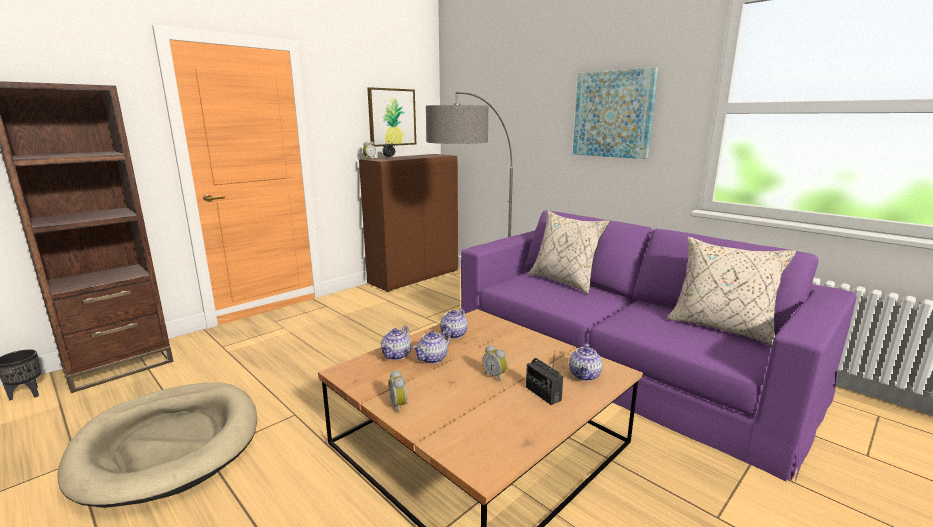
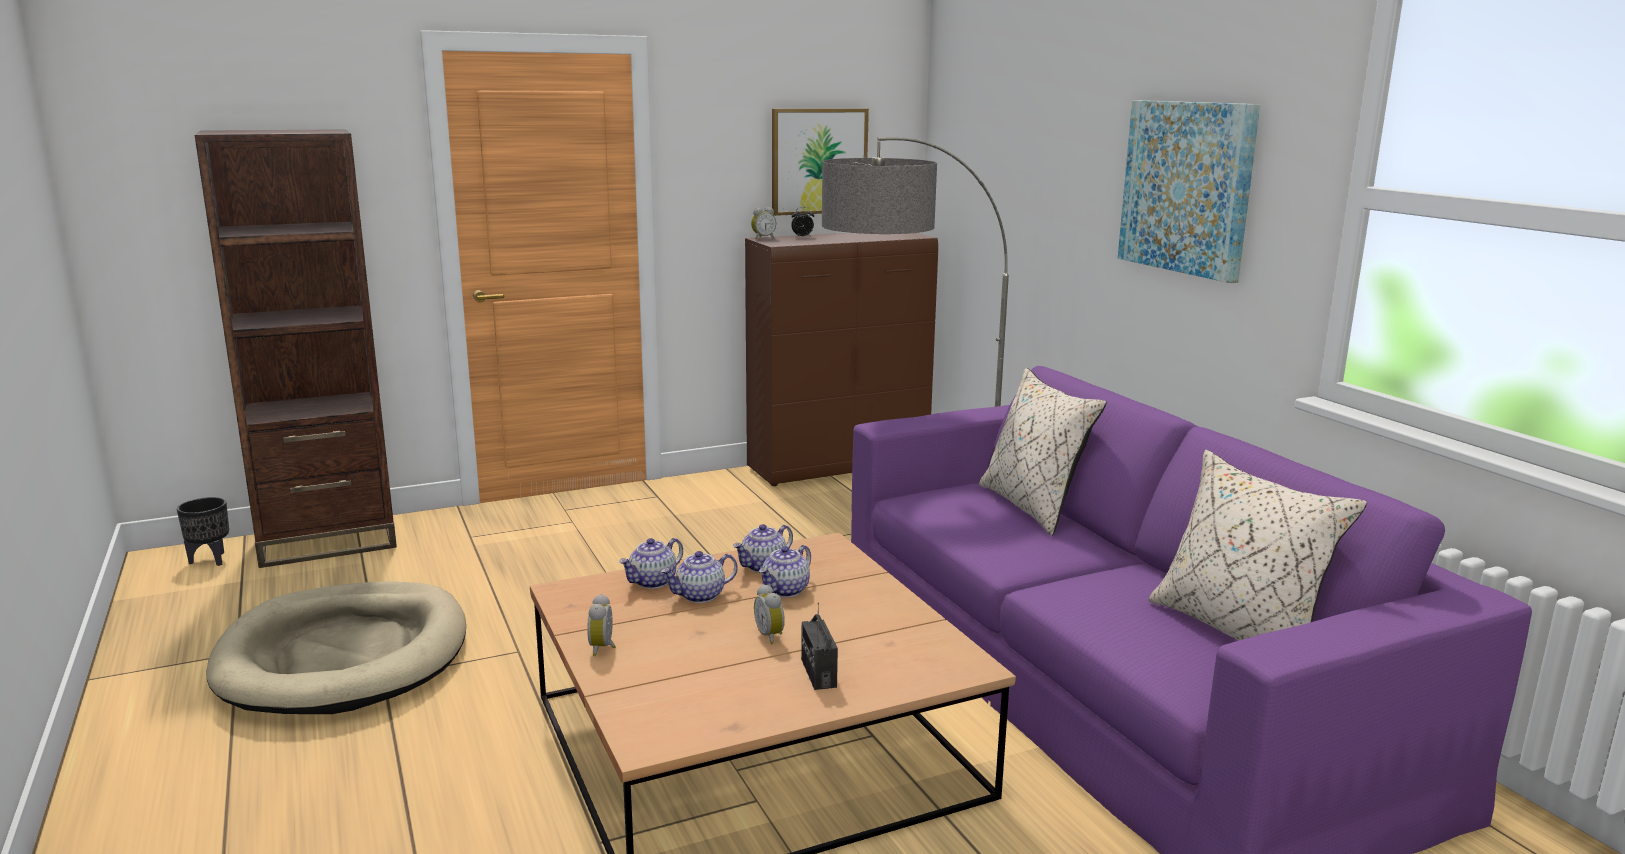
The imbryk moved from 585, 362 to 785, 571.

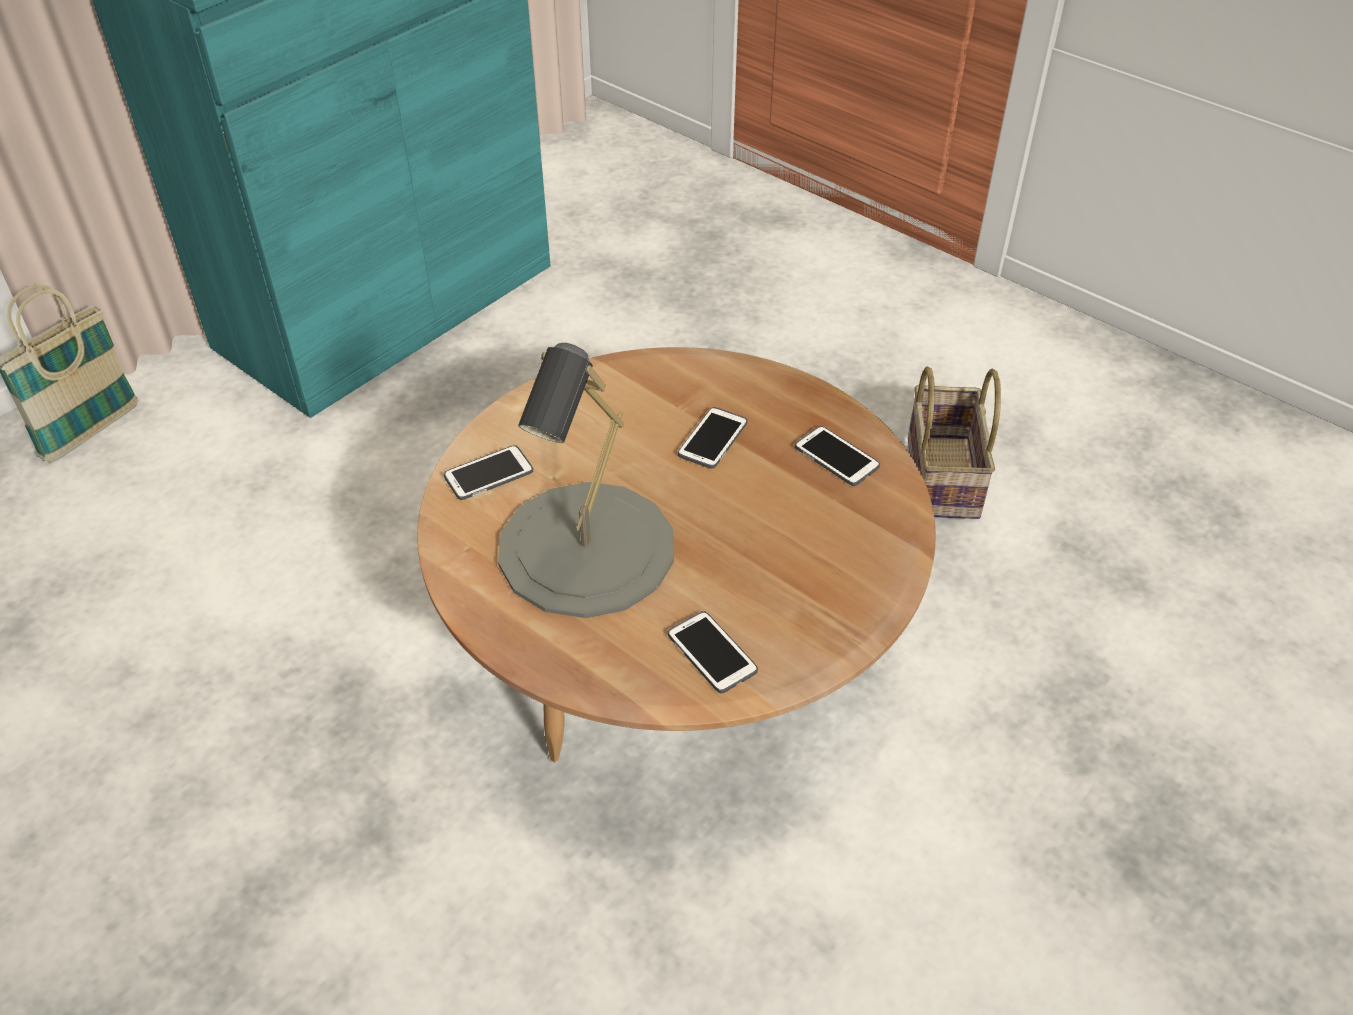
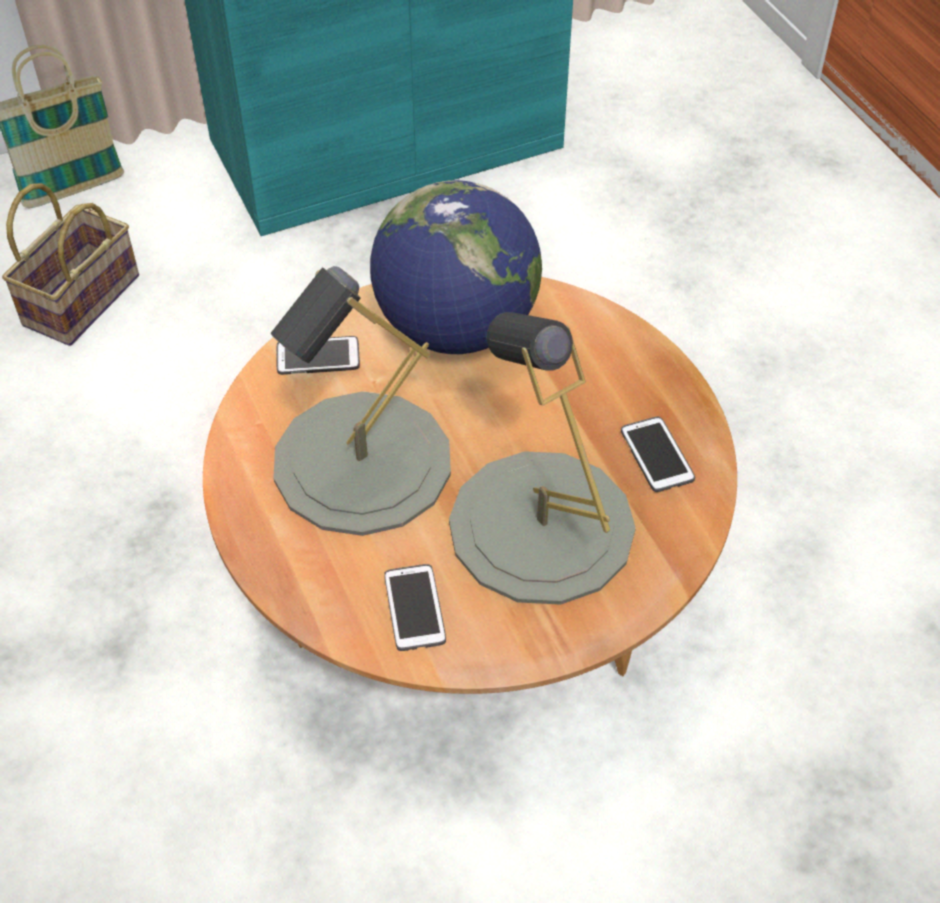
The telefon at 712, 438 disappeared.
The koszyk moved from 954, 443 to 70, 264.
The globus at 456, 267 appeared.
The lampa stołowa/szary at 542, 458 appeared.

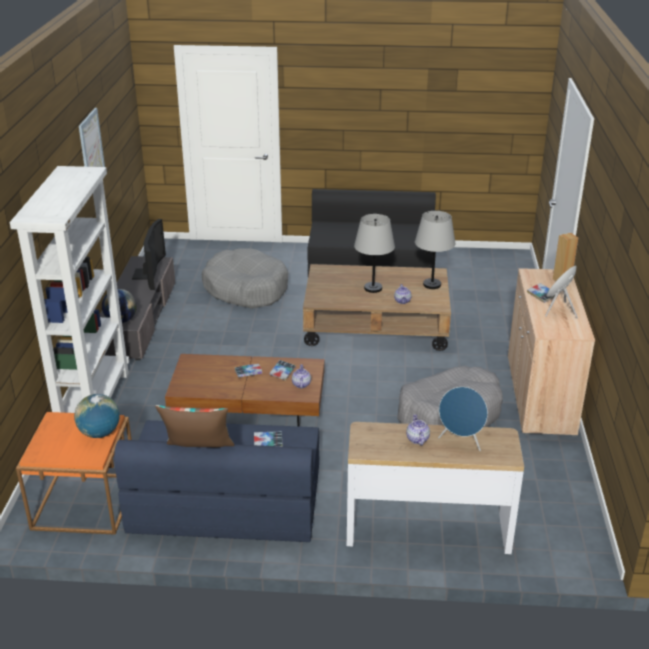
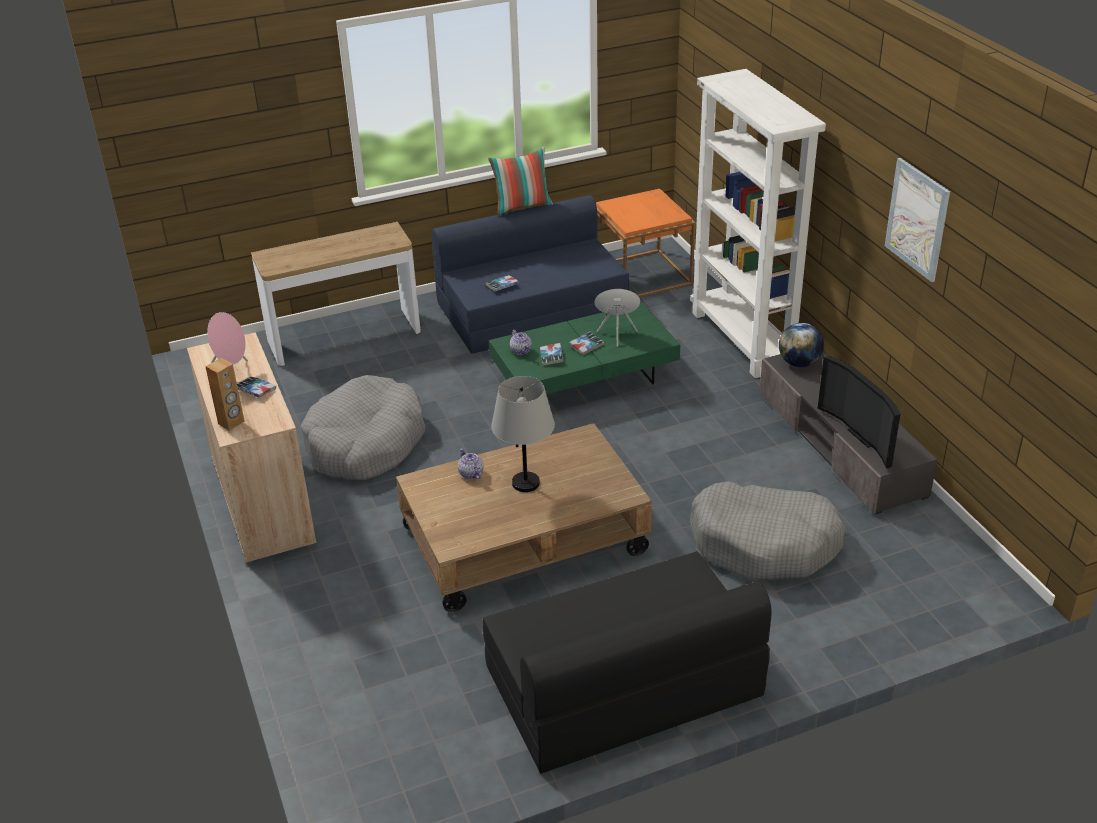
The globus at 97, 416 disappeared.
The ława/brązowy at 244, 390 became the ława/zielony at 584, 348.
The imbryk at 418, 429 disappeared.
The lampa stołowa/szary at 435, 250 disappeared.
The głośnik/niebieski moved from 463, 419 to 617, 318.

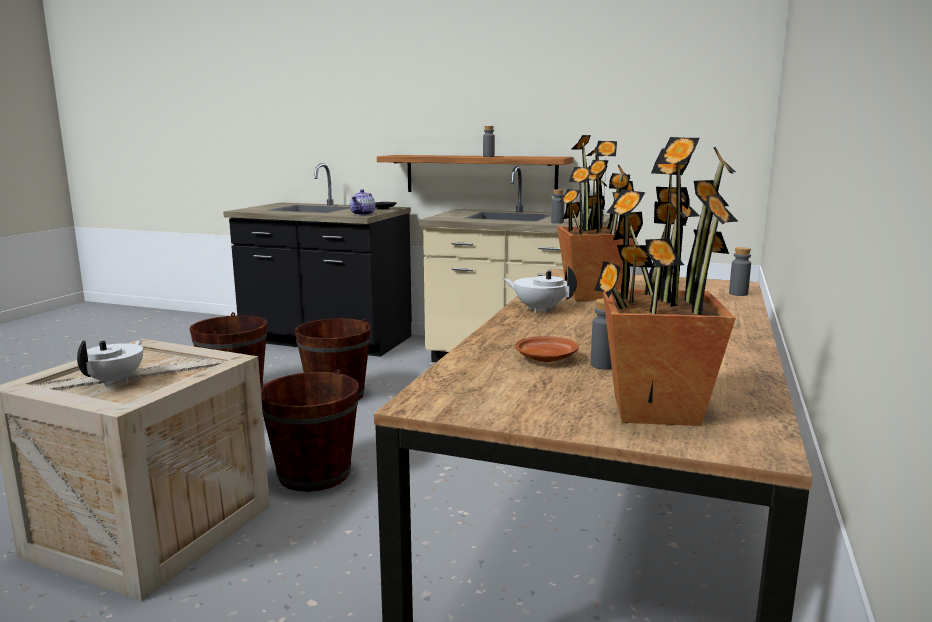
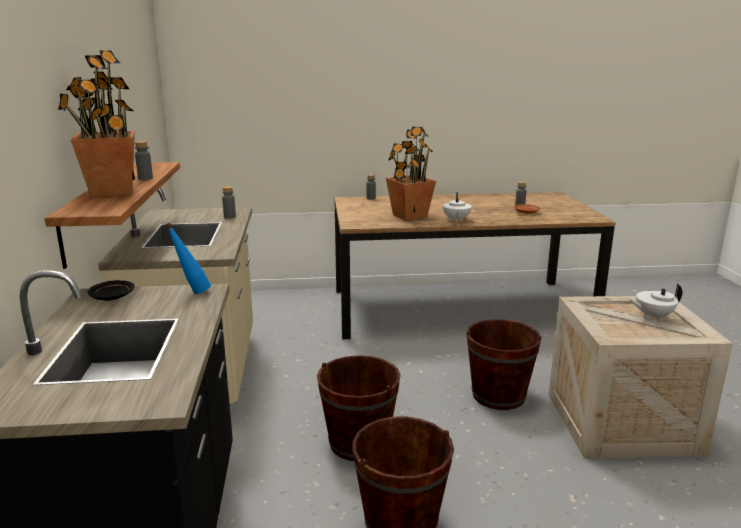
The imbryk at 362, 202 was replaced by the butelka/niebieski at 188, 258.
The roślina doniczkowa moved from 666, 281 to 96, 123.

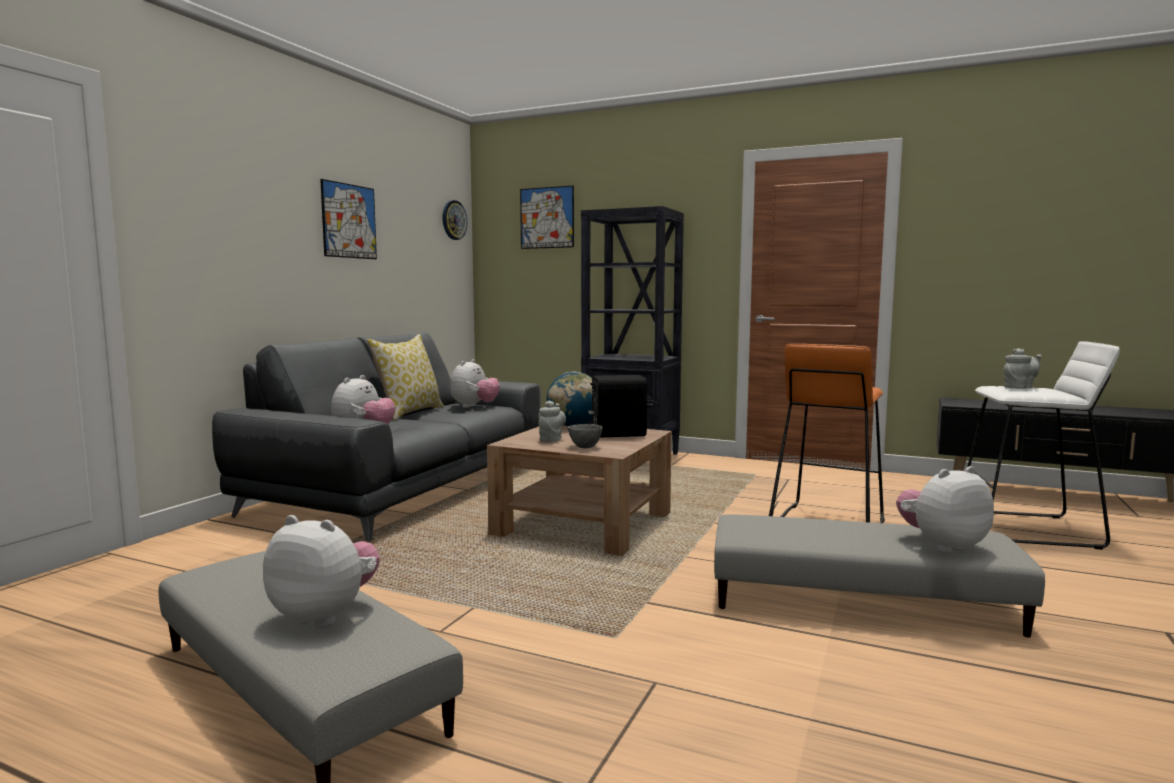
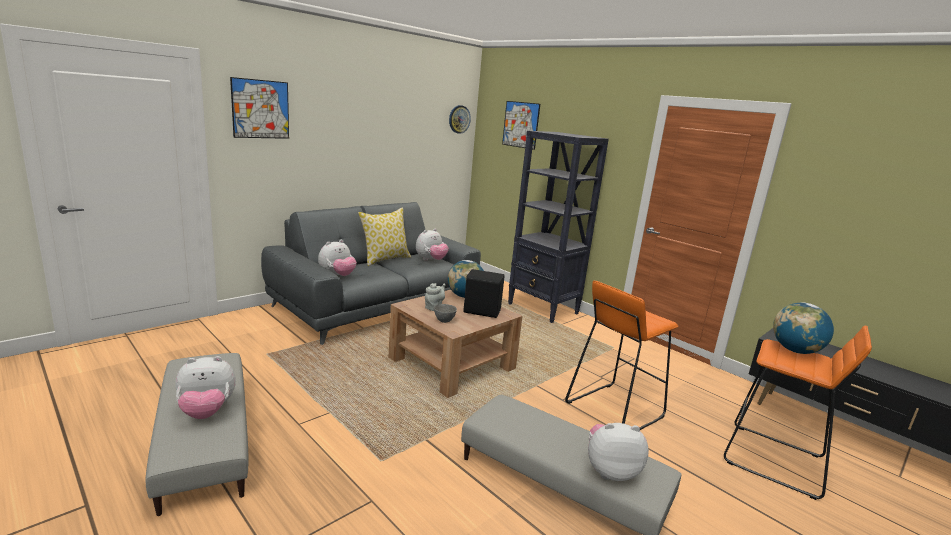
The pluszak at 321, 571 turned 120 degrees clockwise.
The obraz moved from 348, 219 to 259, 108.
The stołek/biały at 1043, 445 became the stołek/pomarańczowy at 798, 413.
The imbryk/szary at 1022, 368 was replaced by the globus at 803, 328.

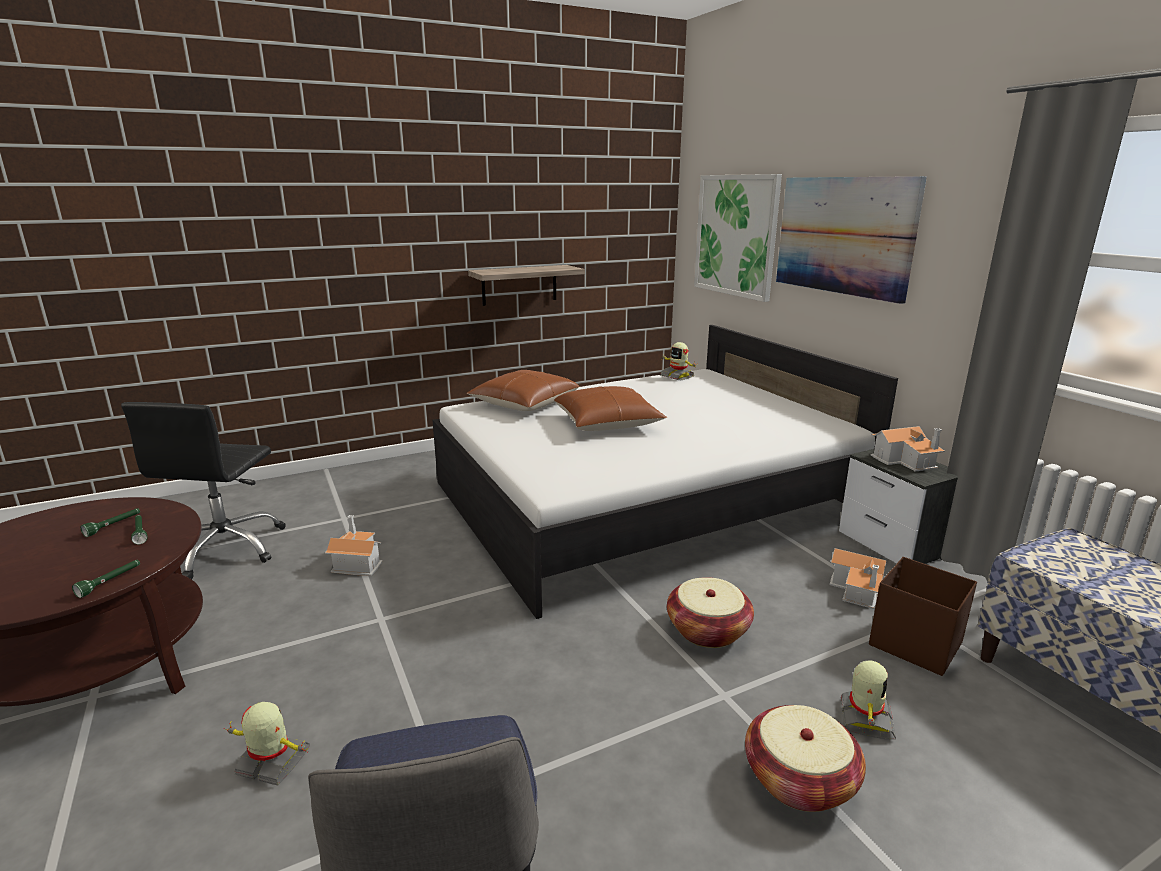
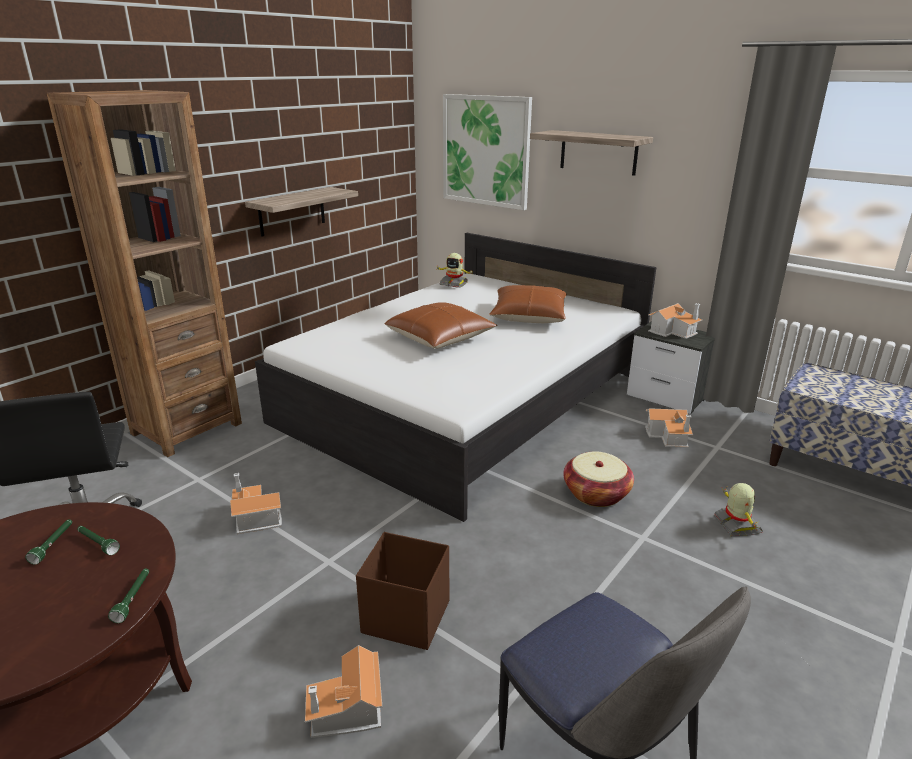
The robot zabawkowy at 266, 744 was replaced by the domek at 343, 691.
The poduszka/brązowy moved from 523, 390 to 528, 304.
The koszyk at 805, 758 disappeared.
The obraz at 851, 240 was replaced by the półka at 591, 153.
The pojemnik do przechowywania/brązowy moved from 923, 616 to 402, 591.
The regał/brązowy at 144, 273 appeared.

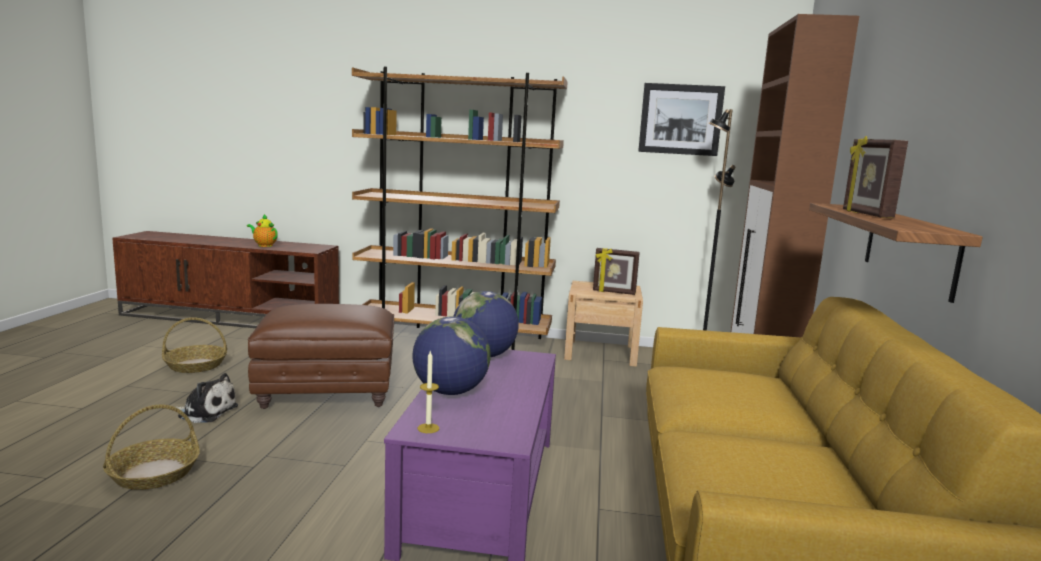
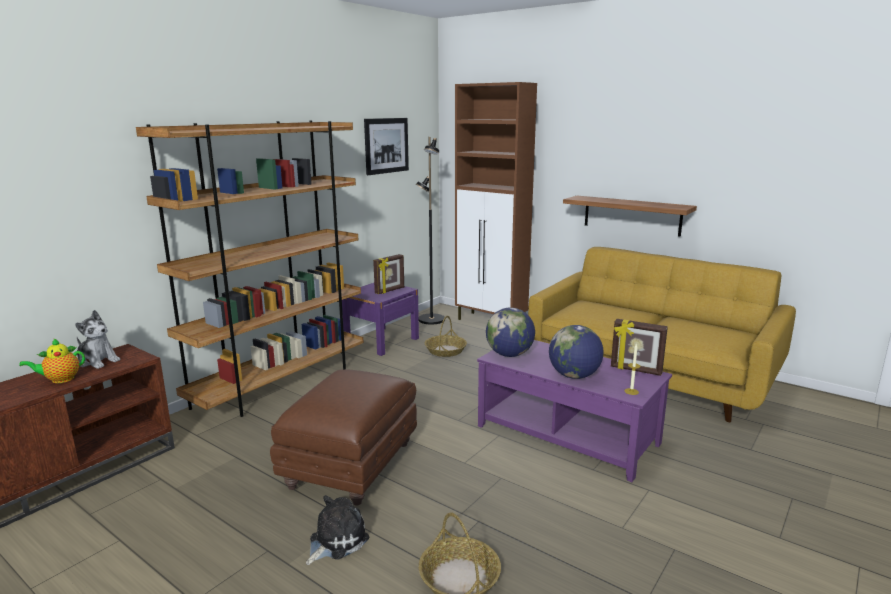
The koszyk moved from 194, 345 to 446, 336.
The szafka nocna/beżowy at 603, 324 became the szafka nocna/fioletowy at 380, 319.
The ramka na zdjęcie moved from 875, 177 to 639, 347.
The pluszak at 98, 339 appeared.

